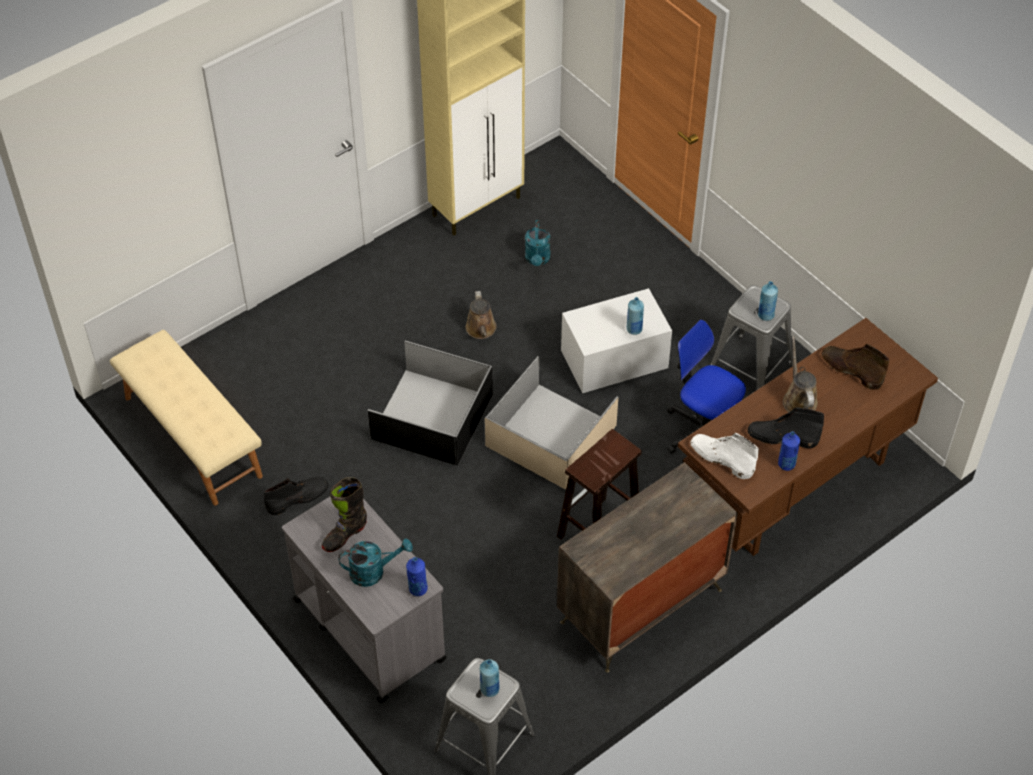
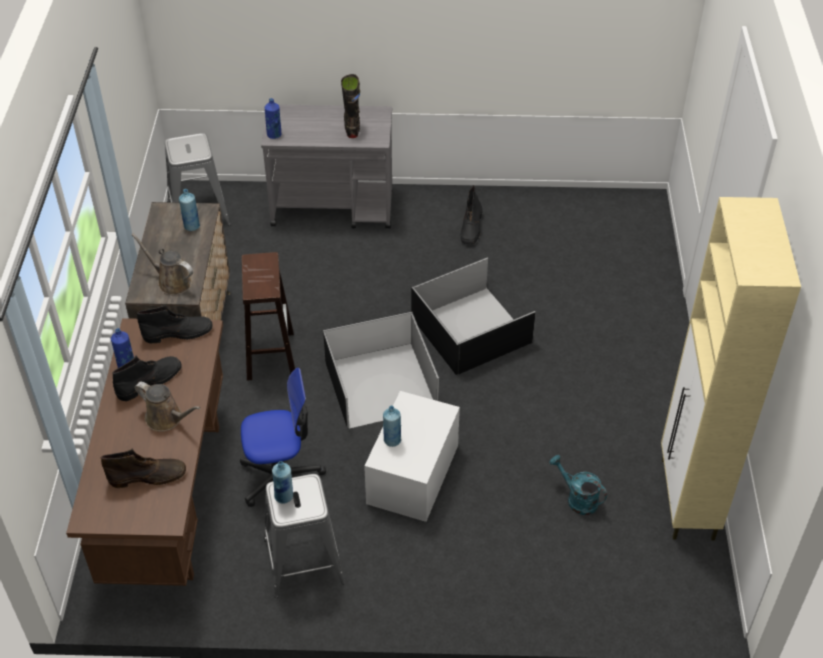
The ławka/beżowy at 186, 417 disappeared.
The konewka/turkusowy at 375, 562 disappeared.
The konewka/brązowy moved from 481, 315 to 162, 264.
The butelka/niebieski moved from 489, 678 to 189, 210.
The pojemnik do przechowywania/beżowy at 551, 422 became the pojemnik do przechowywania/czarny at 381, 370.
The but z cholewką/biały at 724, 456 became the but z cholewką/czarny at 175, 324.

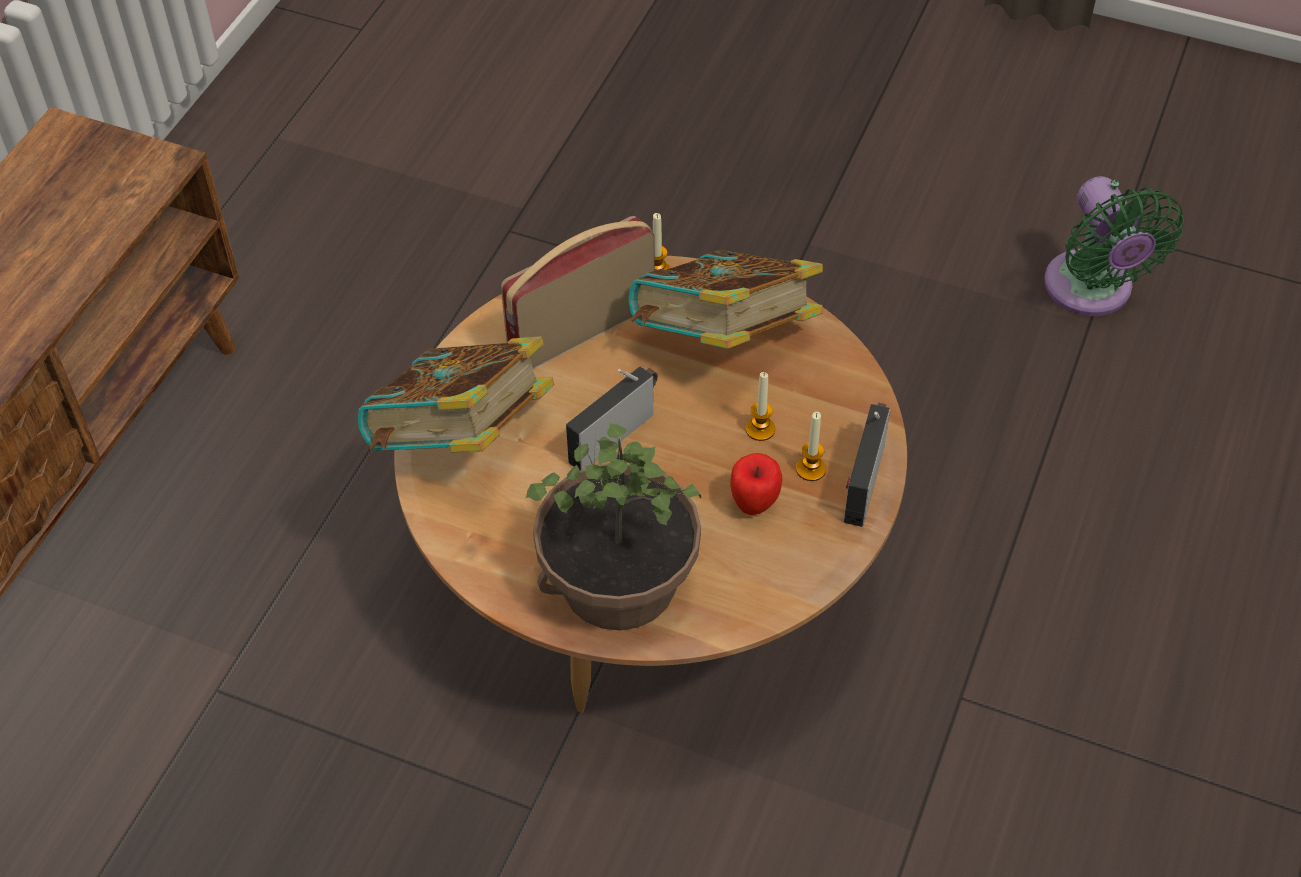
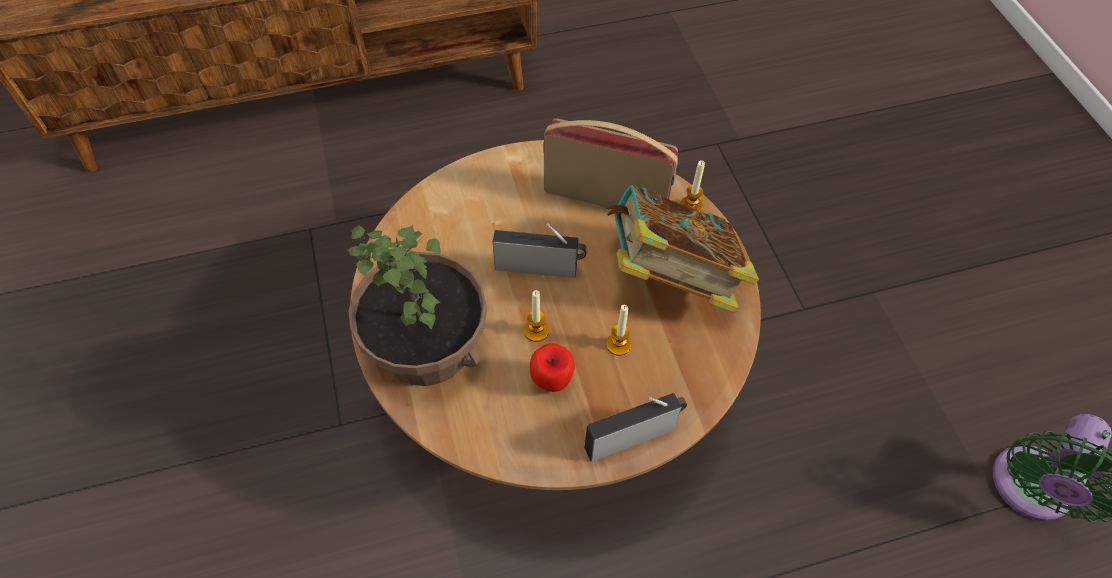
The książka at 456, 394 disappeared.
The świeca moved from 811, 446 to 536, 316.

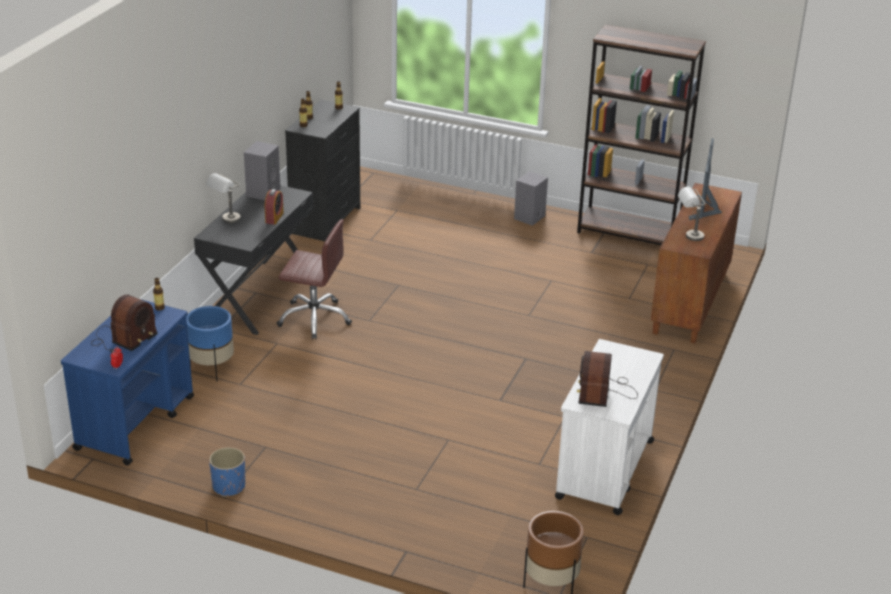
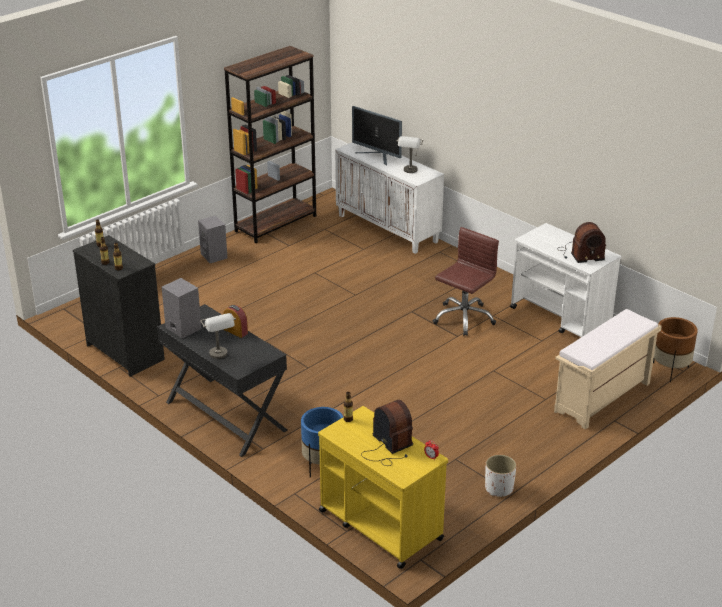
The wózek/niebieski at 127, 382 became the wózek/żółty at 383, 487.
The donica/niebieski at 227, 472 became the donica/biały at 500, 476.
The krzesło biurowe/brązowy moved from 314, 279 to 466, 281.
The radio at 607, 379 turned 45 degrees counterclockwise.
The szafka/brązowy at 696, 263 became the szafka/biały at 389, 198.
The ławka/beżowy at 607, 369 appeared.

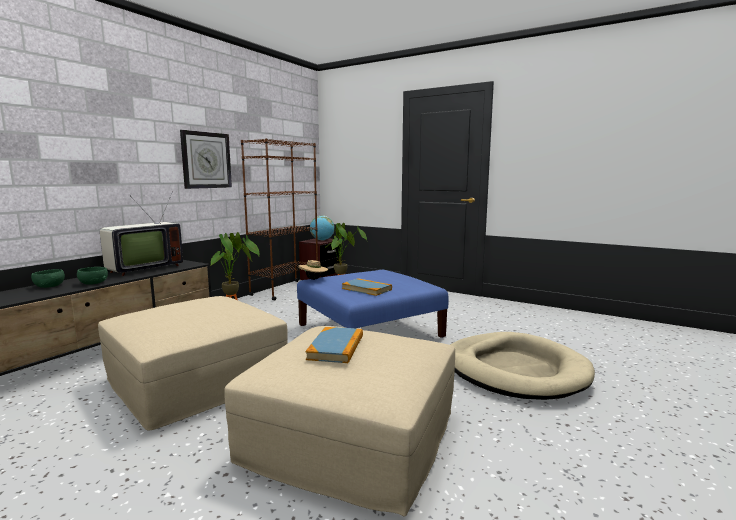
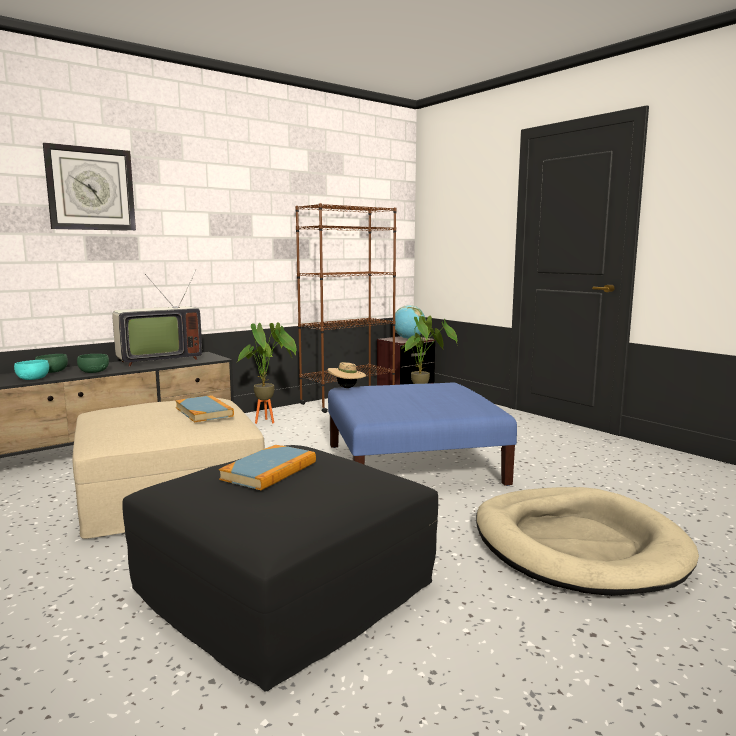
The zegar ścienny moved from 206, 159 to 89, 187.
The pufa/beżowy at 339, 421 became the pufa/czarny at 280, 568.
The książka moved from 367, 287 to 204, 408.
The miska/turkusowy at 31, 370 appeared.

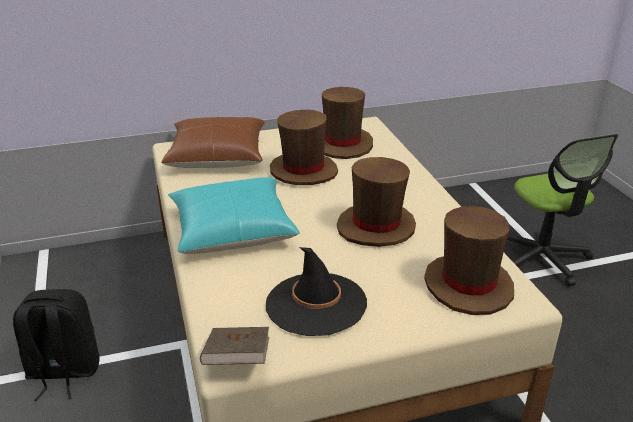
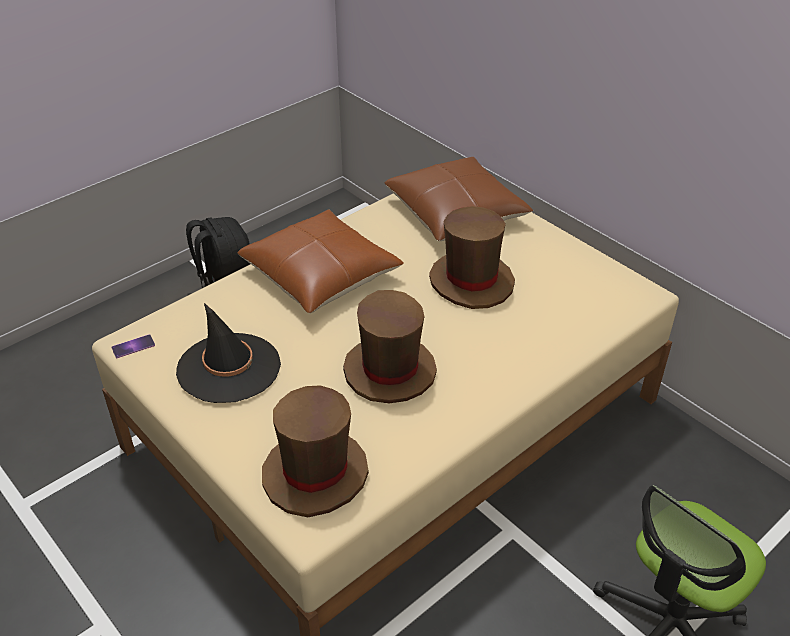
The poduszka/turkusowy at 234, 215 became the poduszka/brązowy at 320, 261.
The książka/brązowy at 234, 346 was replaced by the telefon at 133, 346.
The kapelusz/brązowy at 347, 123 disappeared.

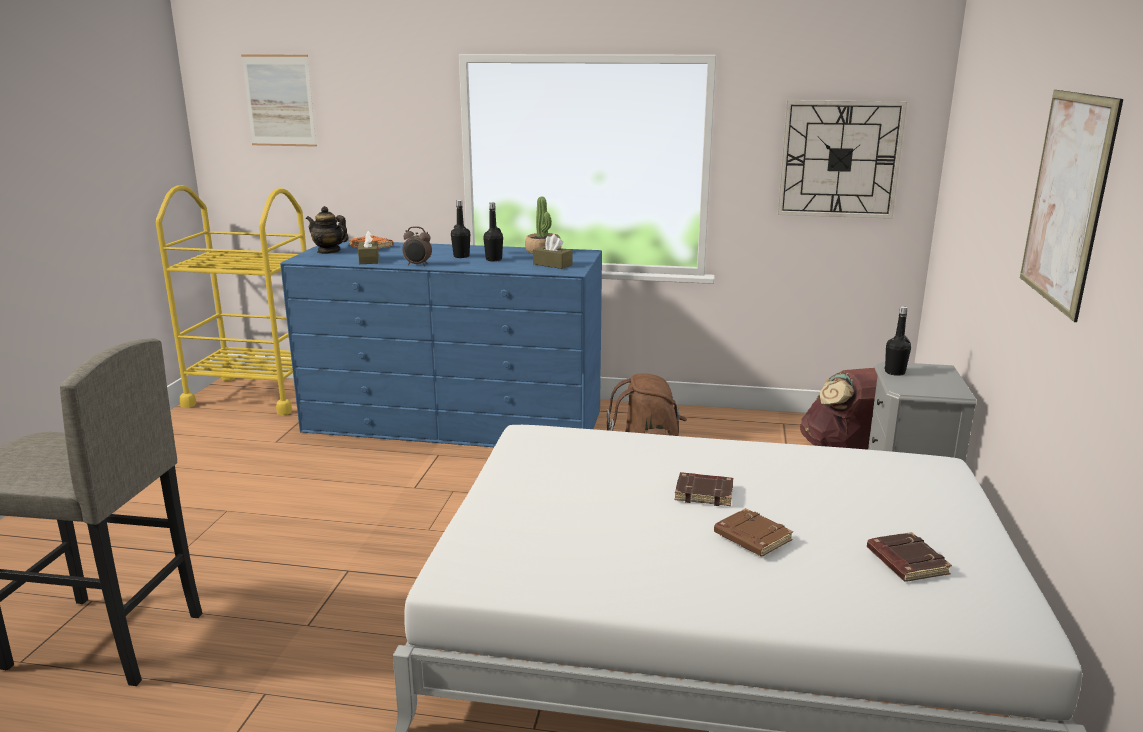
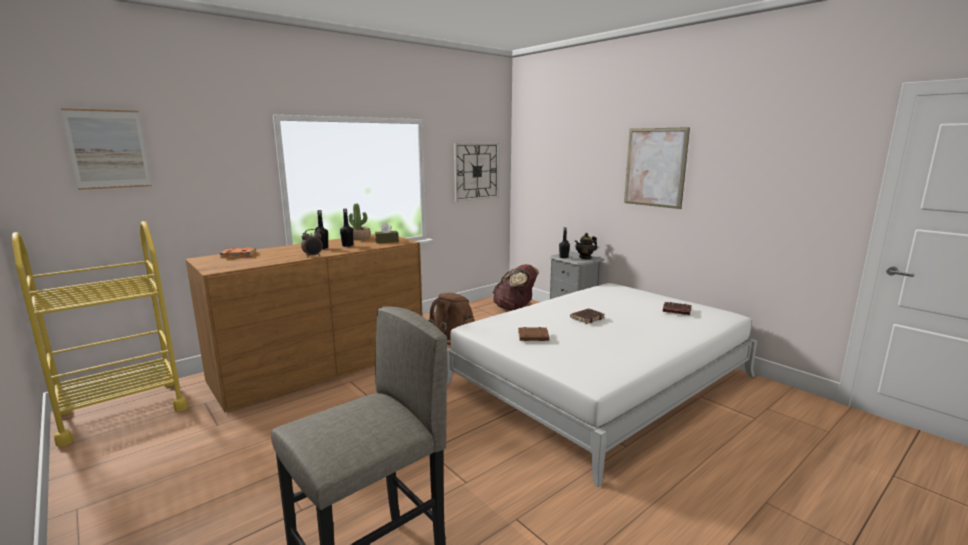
The komoda/niebieski at 441, 343 became the komoda/brązowy at 303, 323.
The imbryk moved from 327, 230 to 586, 246.
The pudełko chusteczek/brązowy at 368, 247 disappeared.
The książka/brązowy moved from 753, 532 to 533, 334.

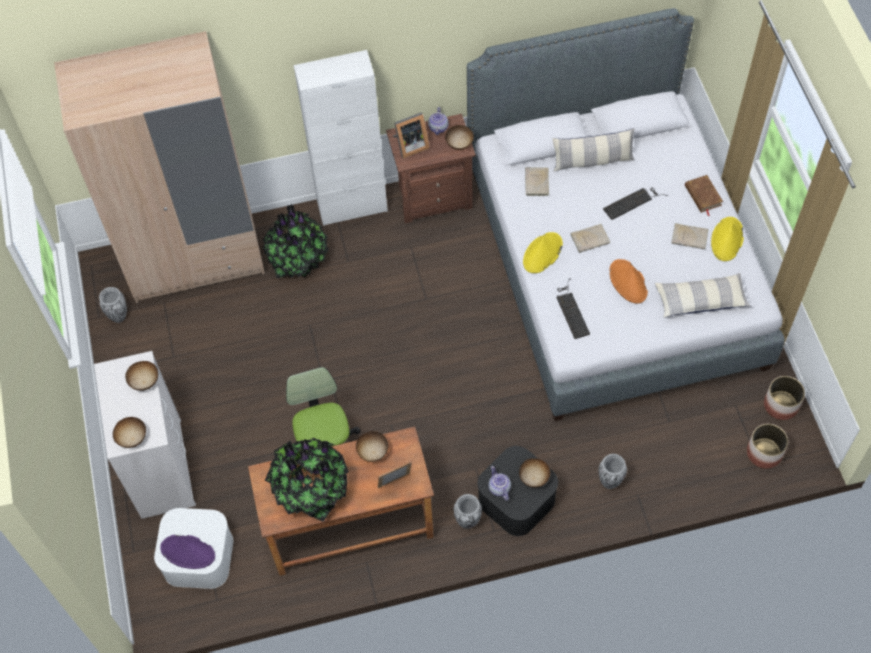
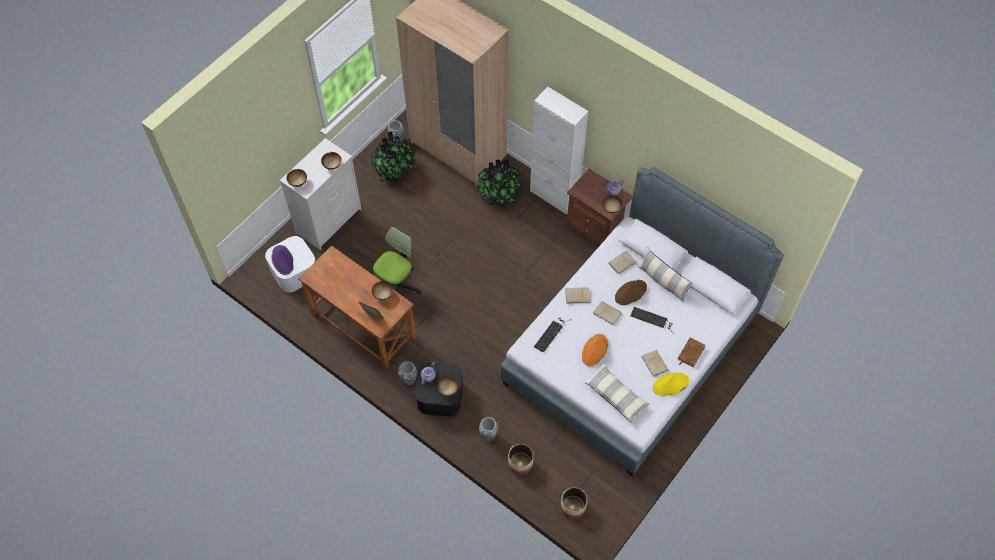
The roślina doniczkowa moved from 307, 480 to 393, 156.
The ramka na zdjęcie at 411, 135 disappeared.
The kapelusz/żółty at 543, 252 was replaced by the książka/beżowy at 577, 295.
The donica moved from 784, 398 to 521, 459.
The kapelusz/brązowy at 631, 292 appeared.

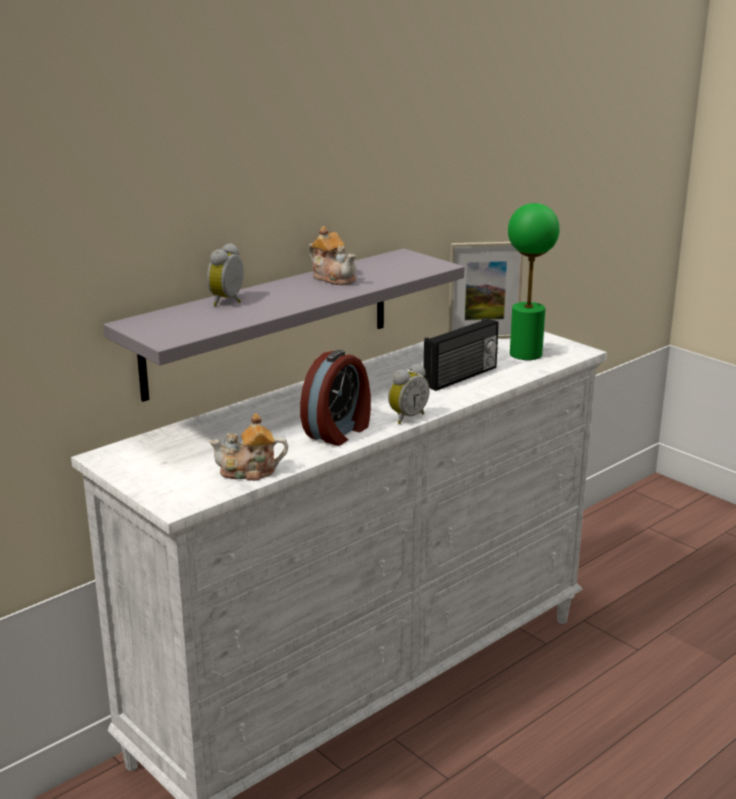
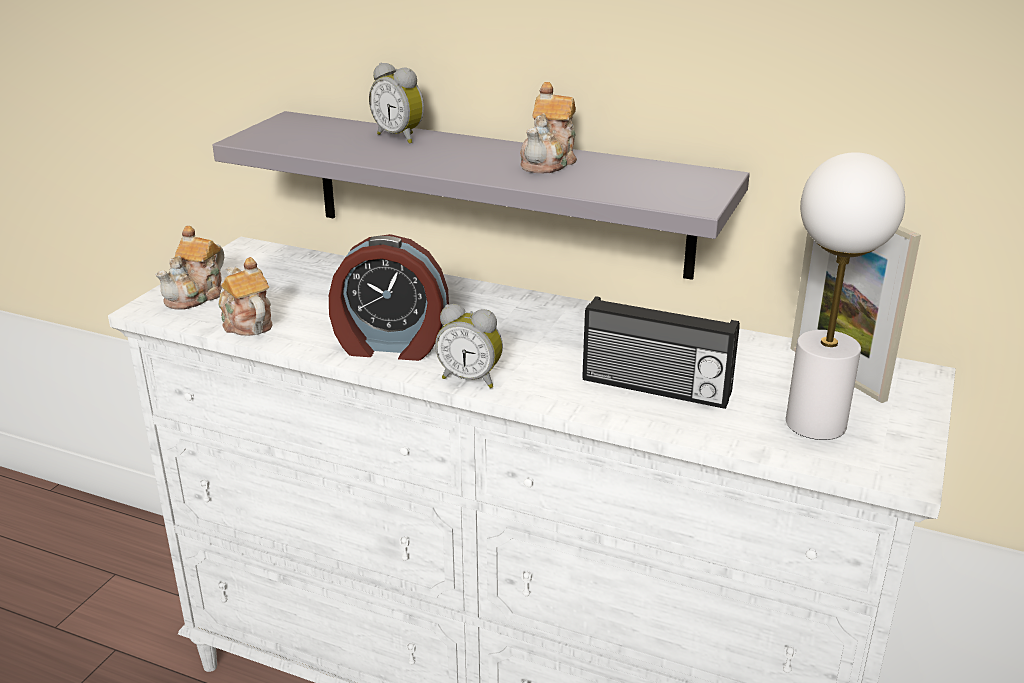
The budzik at 225, 274 turned 135 degrees counterclockwise.
The lampa stołowa/zielony at 533, 281 became the lampa stołowa/biały at 845, 296.
The imbryk at 189, 268 appeared.

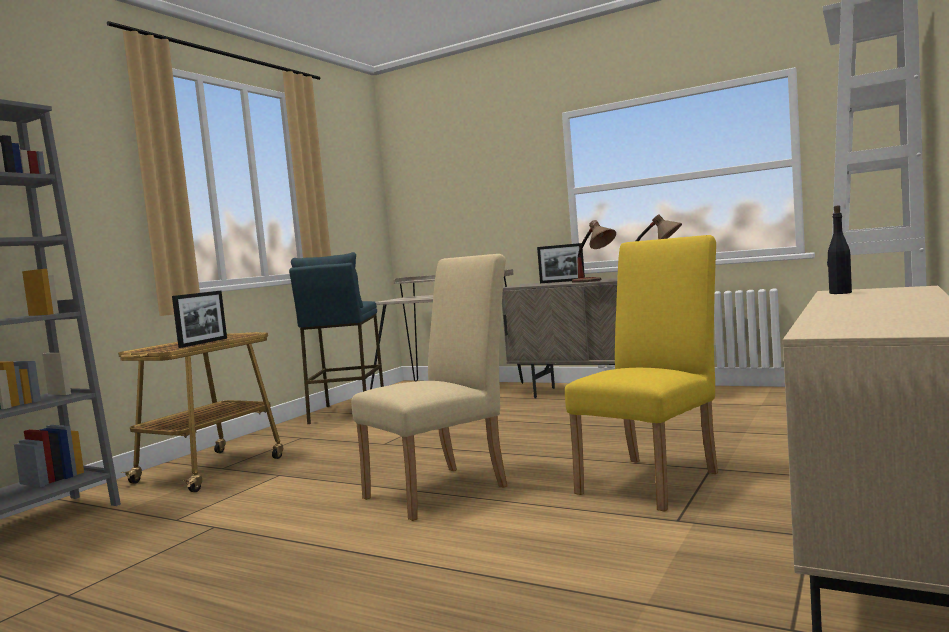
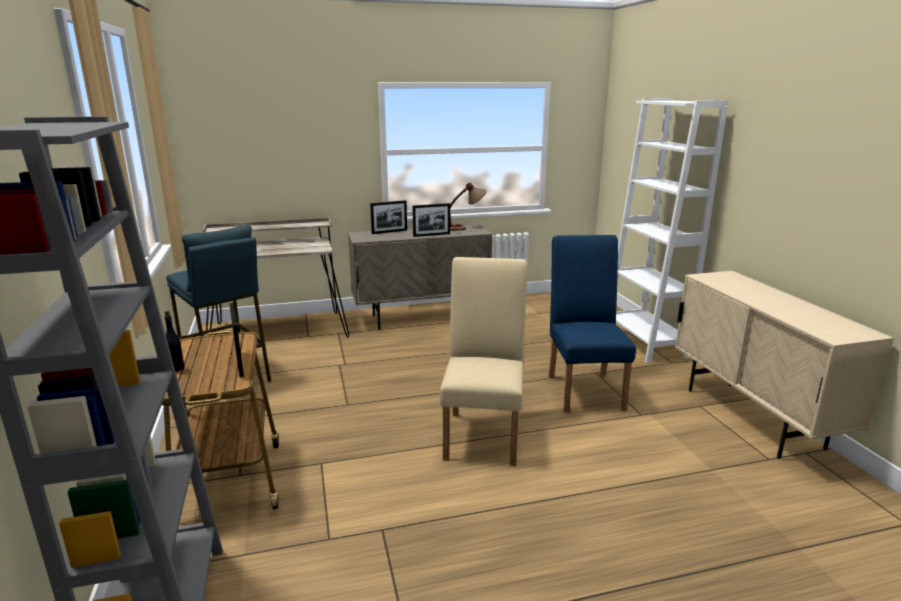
The krzesło/żółty at 641, 373 became the krzesło/niebieski at 592, 323.
The lampa stołowa at 594, 251 was replaced by the ramka na zdjęcie at 431, 220.
The butelka/czarny moved from 839, 249 to 175, 341.

